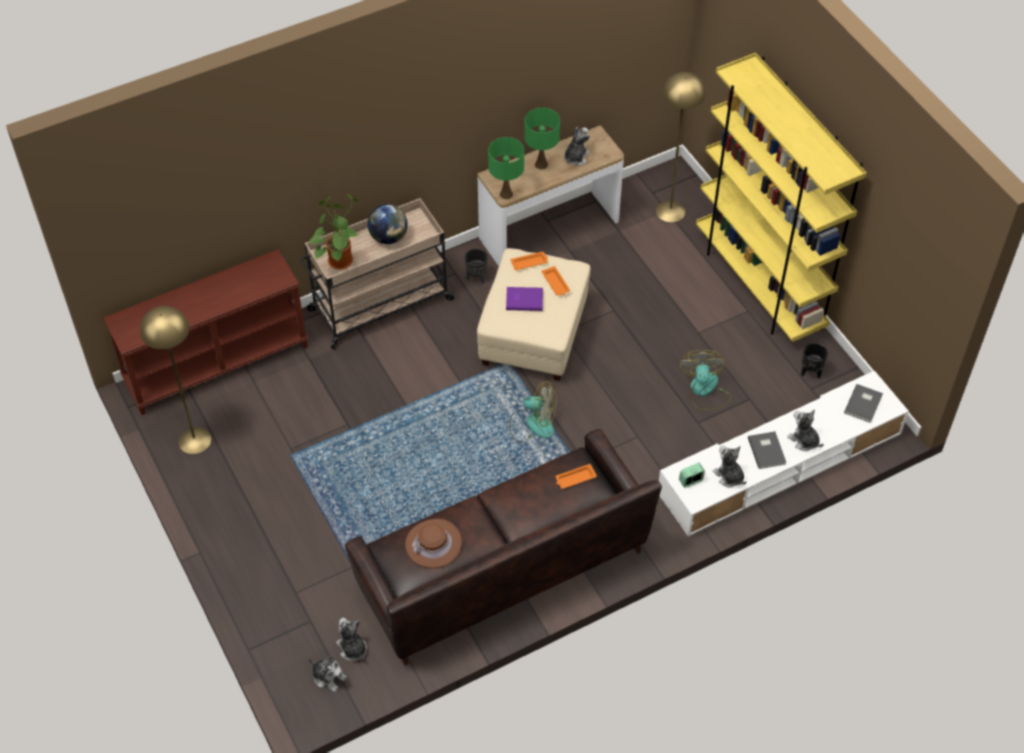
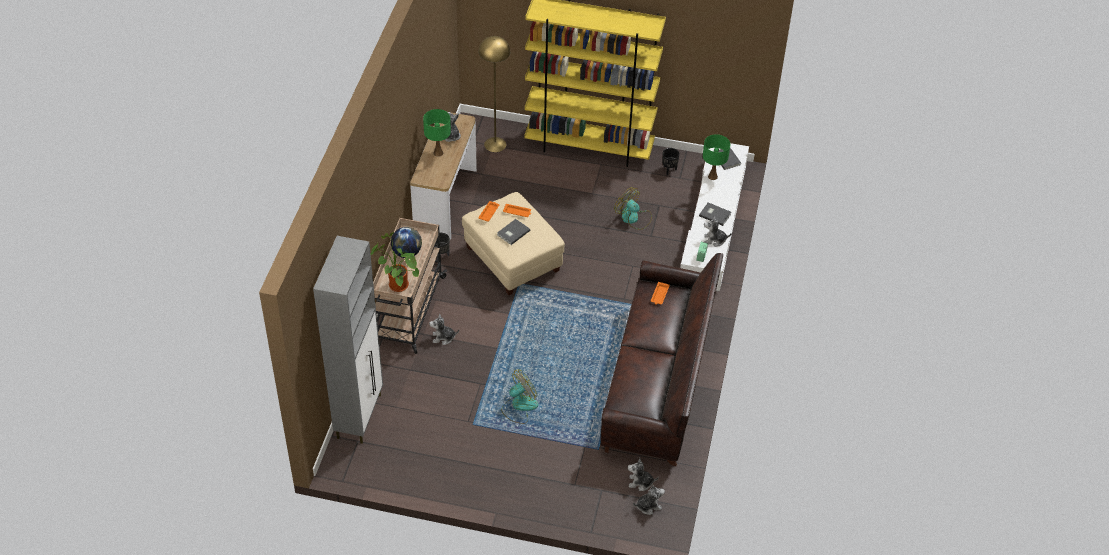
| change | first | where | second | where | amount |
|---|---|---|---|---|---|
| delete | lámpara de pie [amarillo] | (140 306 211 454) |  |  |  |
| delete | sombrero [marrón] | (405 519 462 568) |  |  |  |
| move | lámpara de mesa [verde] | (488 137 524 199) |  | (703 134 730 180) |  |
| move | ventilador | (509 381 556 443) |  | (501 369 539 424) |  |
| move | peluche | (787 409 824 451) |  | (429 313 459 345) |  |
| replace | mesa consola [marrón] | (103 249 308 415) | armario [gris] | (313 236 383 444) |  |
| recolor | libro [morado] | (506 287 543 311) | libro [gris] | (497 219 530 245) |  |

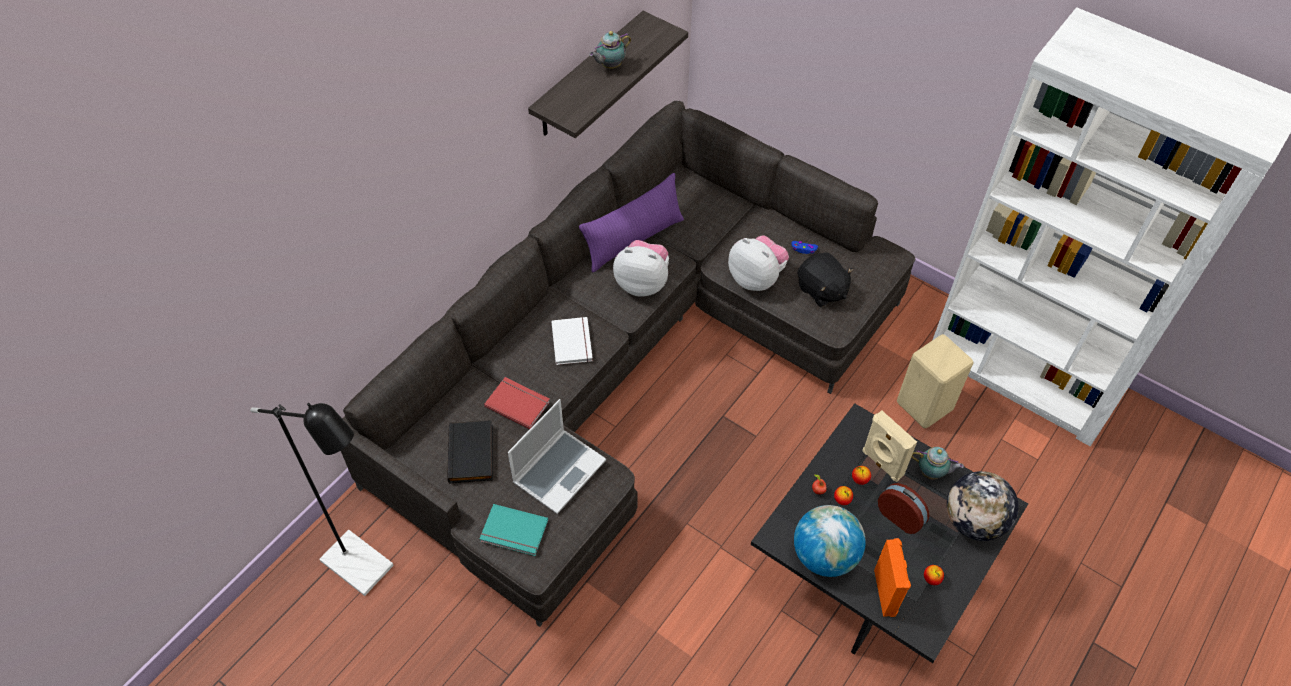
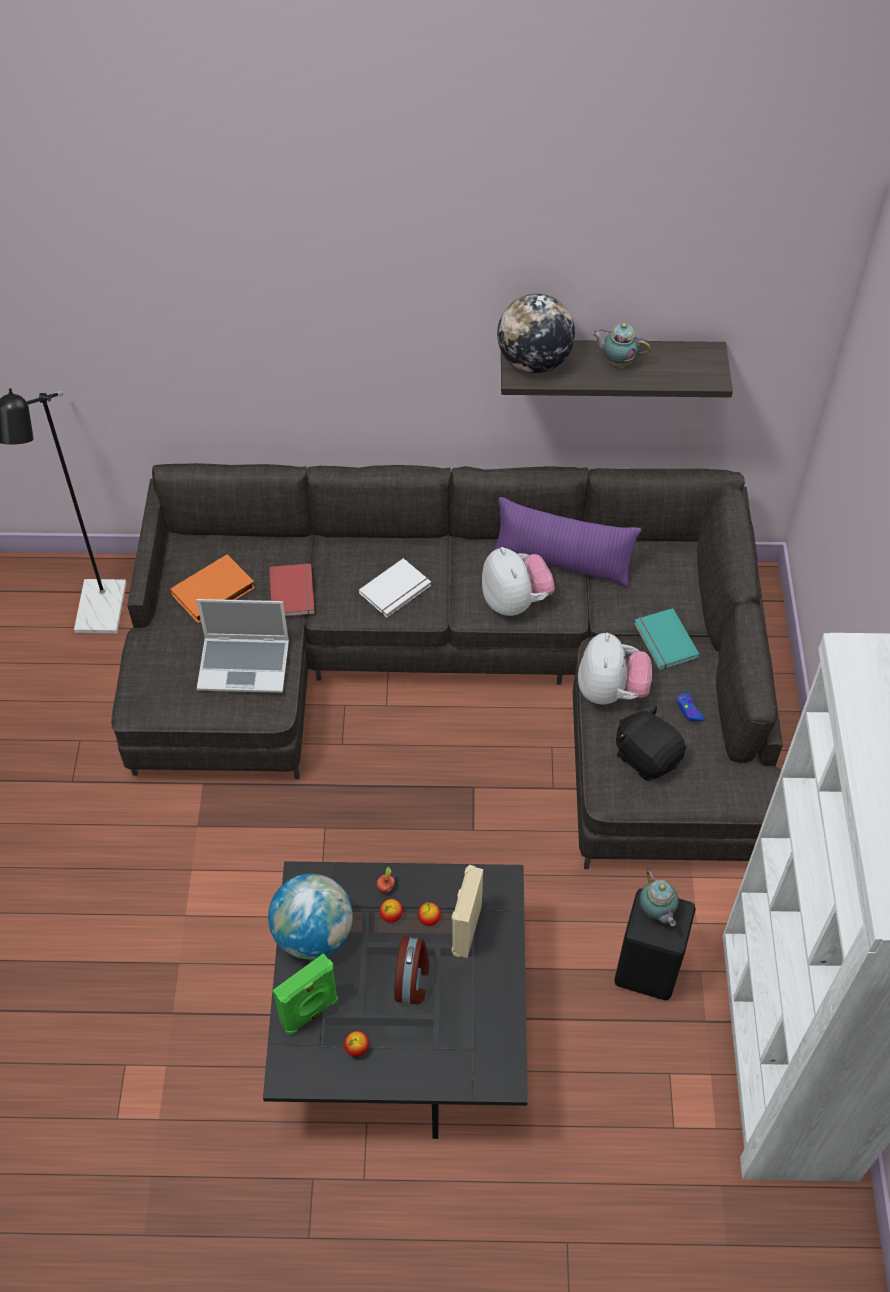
| change | first | where | second | where | amount |
|---|---|---|---|---|---|
| move | libro [turquesa] | (480 504 548 556) |  | (634 608 700 670) |  |
| move | tetera | (911 447 964 480) |  | (639 870 679 926) |  |
| move | globo terráqueo | (947 471 1019 541) |  | (497 294 575 373) |  |
| recolor | libro [negro] | (447 420 493 483) | libro [naranja] | (170 554 255 623) |  |
| recolor | altavoz [naranja] | (874 538 911 617) | altavoz [verde] | (273 953 338 1035) |  |
| recolor | taburete [beis] | (897 334 973 428) | taburete [negro] | (614 888 696 1000) |  |
| rotate | peluche [negro] | (798 252 853 307) |  | (616 706 686 781) | 120 degrees clockwise |

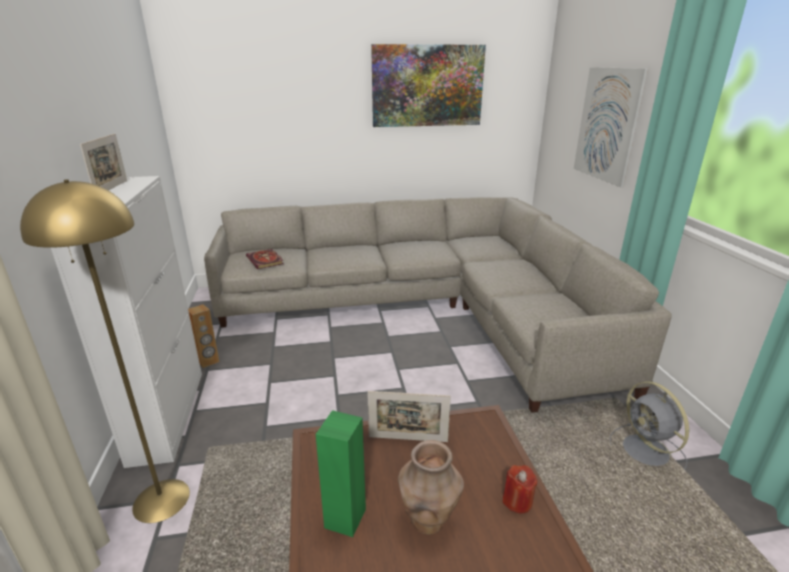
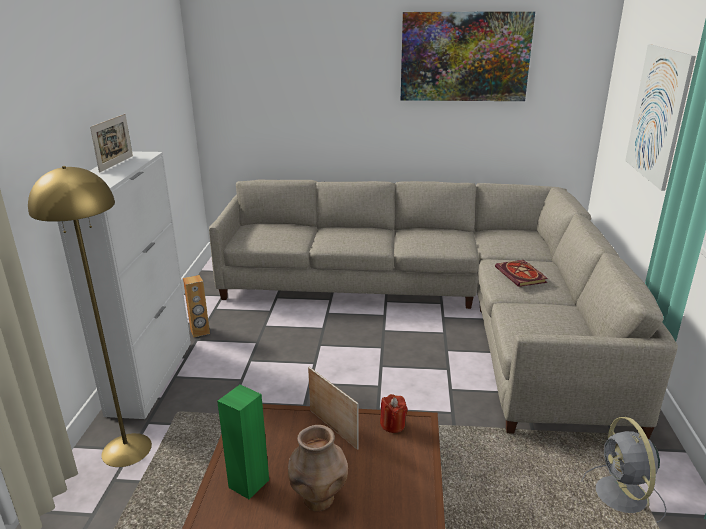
| change | first | where | second | where | amount |
|---|---|---|---|---|---|
| move | libro | (246 249 284 269) |  | (495 260 548 287) |  |
| move | vela [rojo] | (502 465 537 513) |  | (380 394 408 433) |  |
| rotate | portarretratos | (367 391 451 442) |  | (308 367 359 450) | 150 degrees counterclockwise |

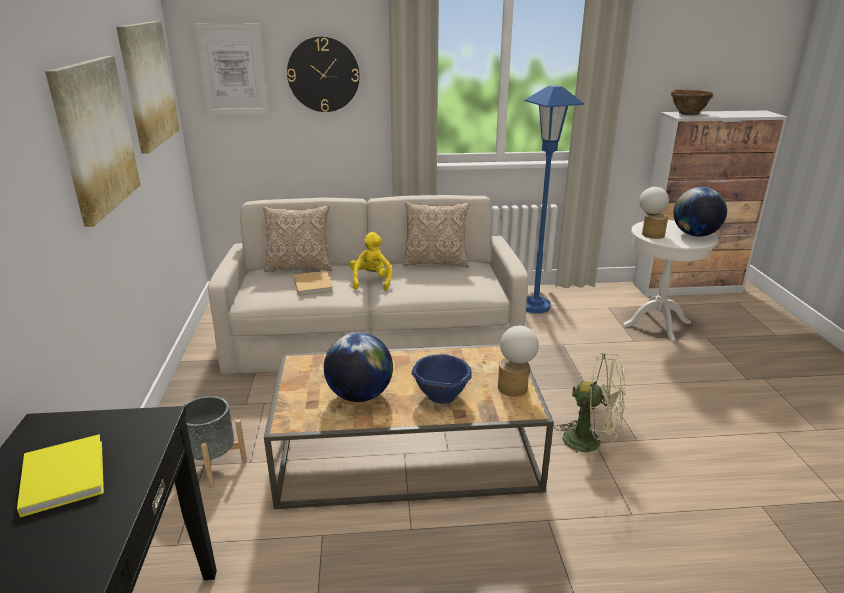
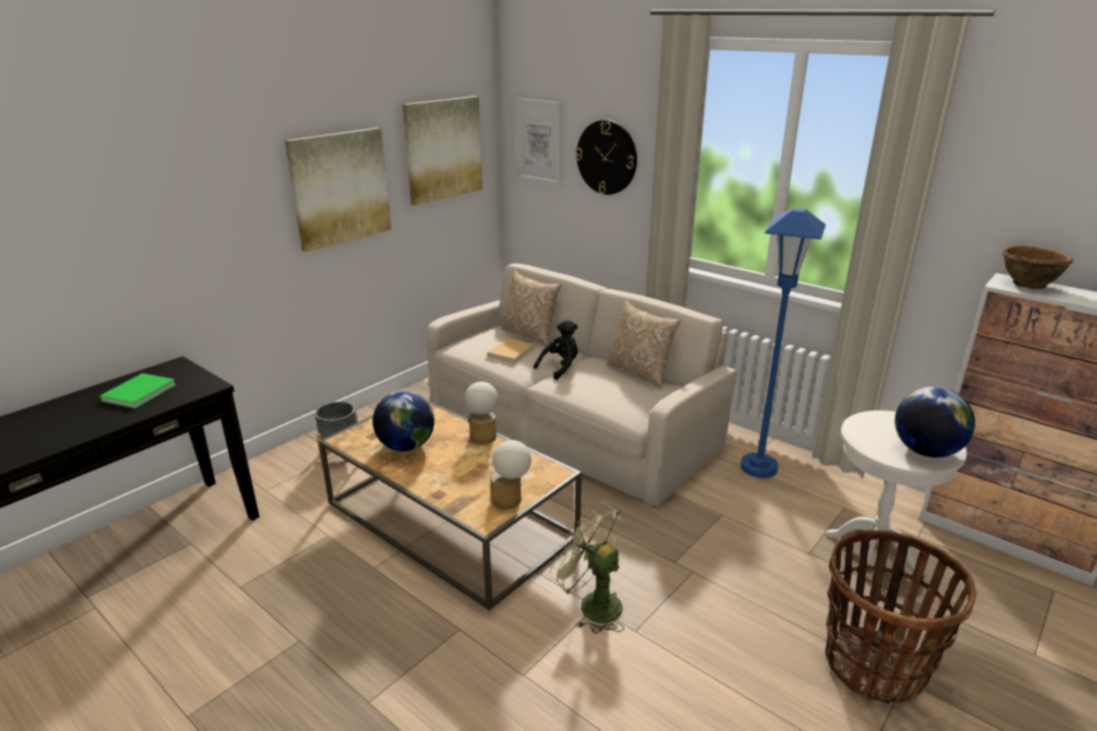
| change | first | where | second | where | amount |
|---|---|---|---|---|---|
| delete | cuenco [azul] | (411 354 472 404) |  |  |  |
| insert |  |  | cesta | (825 530 977 705) |  |
| move | lámpara de mesa | (639 187 669 239) |  | (464 382 498 445) |  |
| recolor | libro [amarillo] | (17 434 104 517) | libro [verde] | (99 373 177 409) |  |
| recolor | peluche [amarillo] | (350 232 392 291) | peluche [negro] | (534 320 578 380) |  |
| rotate | ventilador [verde] | (554 353 625 464) |  | (549 502 624 634) | 150 degrees clockwise |

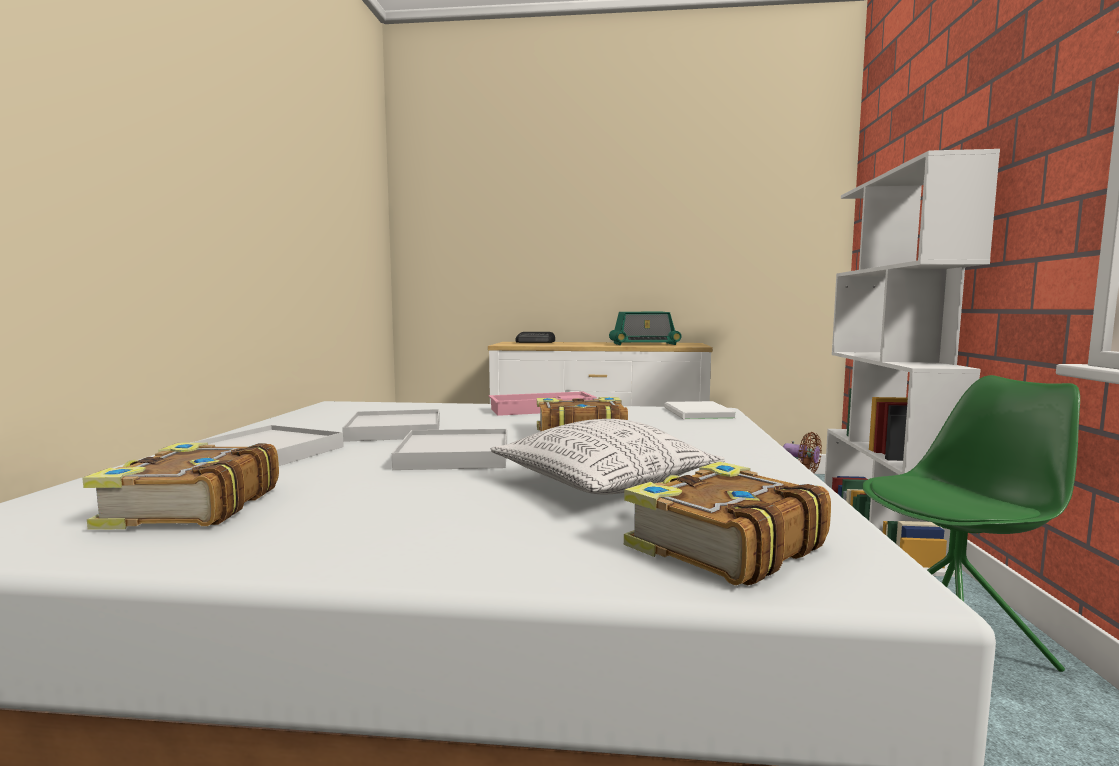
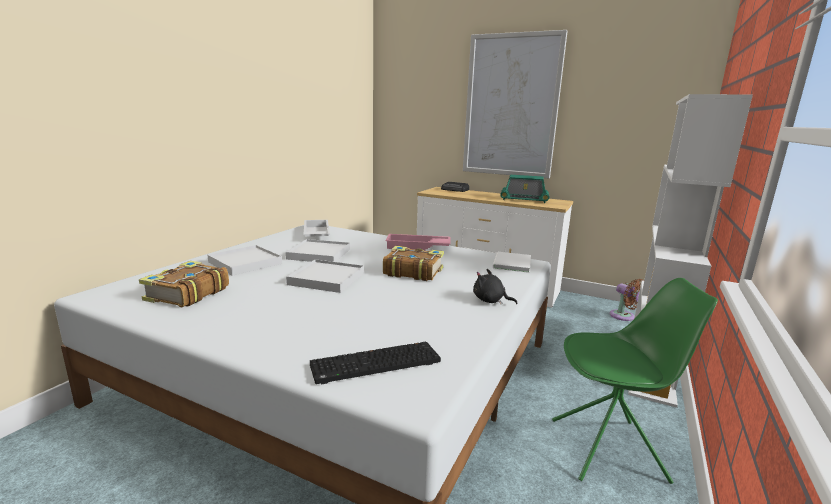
| change | first | where | second | where | amount |
|---|---|---|---|---|---|
| delete | cojín | (490 419 725 494) |  |  |  |
| insert |  |  | bandeja [blanco] | (303 220 330 237) |  |
| insert |  |  | cuadro | (463 30 568 178) |  |
| insert |  |  | peluche [negro] | (473 269 517 304) |  |
| replace | libro | (624 461 831 586) | teclado | (310 342 441 384) |  |

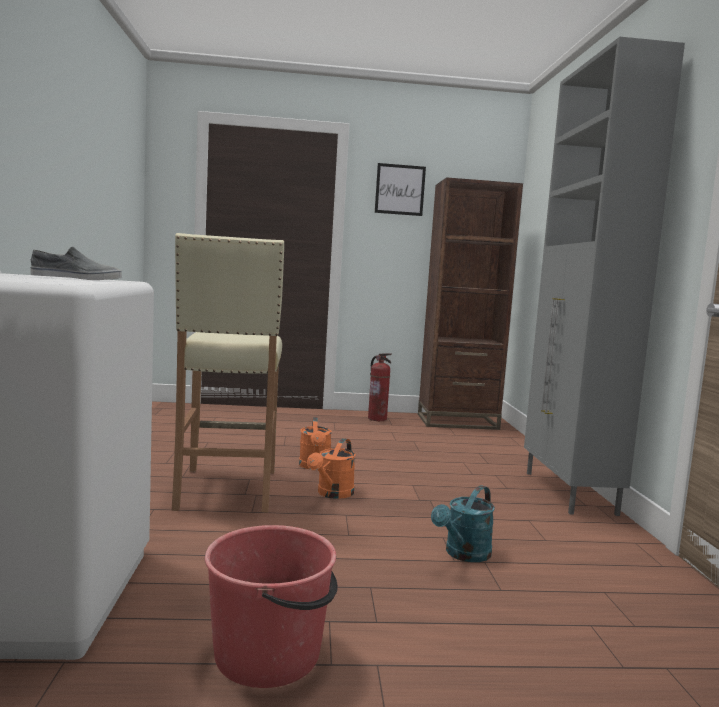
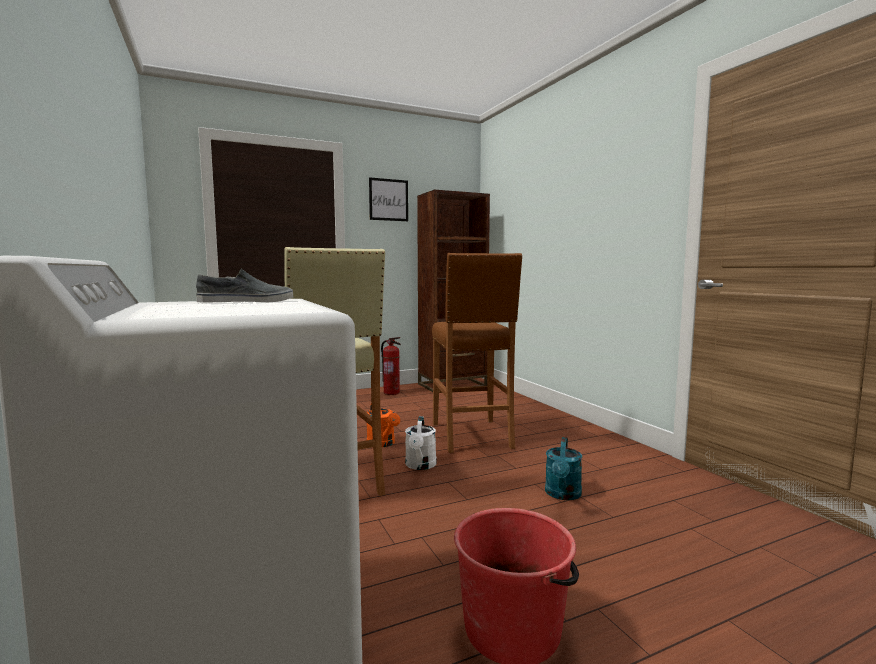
| change | first | where | second | where | amount |
|---|---|---|---|---|---|
| delete | armario [gris] | (524 37 685 516) |  |  |  |
| insert |  |  | taburete [marrón] | (432 253 522 453) |  |
| recolor | regadera [naranja] | (307 438 356 499) | regadera [blanco] | (405 416 437 470) |  |

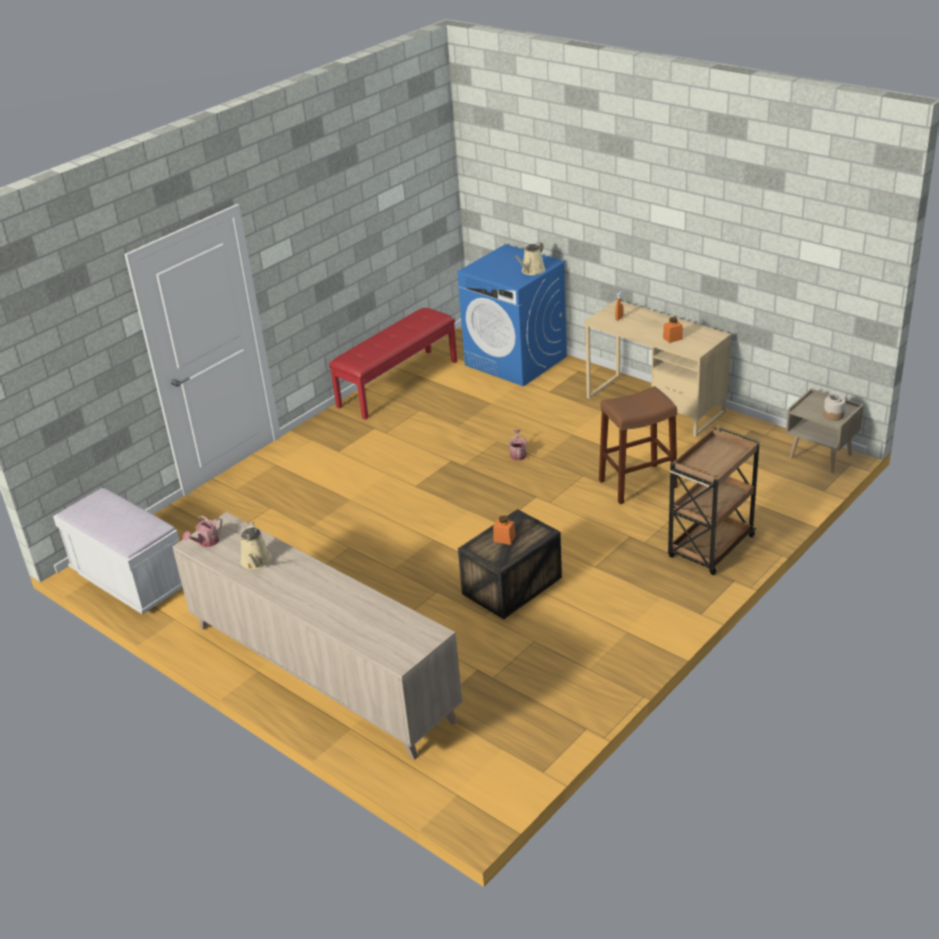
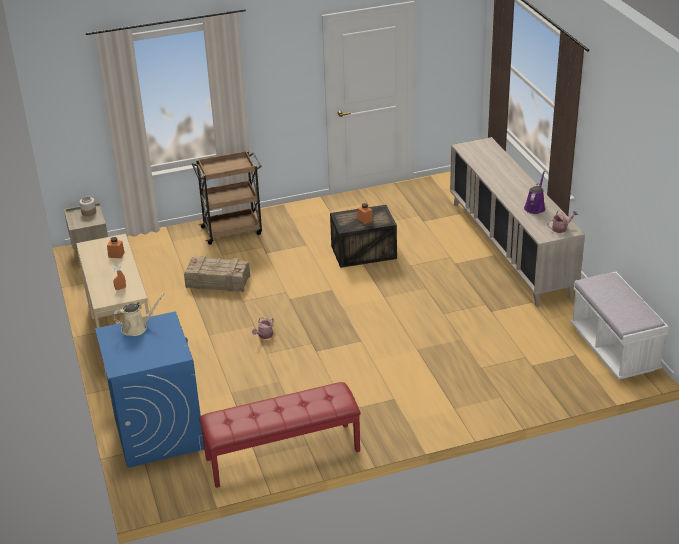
| change | first | where | second | where | amount |
|---|---|---|---|---|---|
| replace | taburete [marrón] | (599 386 678 504) | caja de embalaje | (184 256 250 292) |  |
| recolor | regadera [beis] | (240 522 272 570) | regadera [morado] | (524 171 545 214) |  |

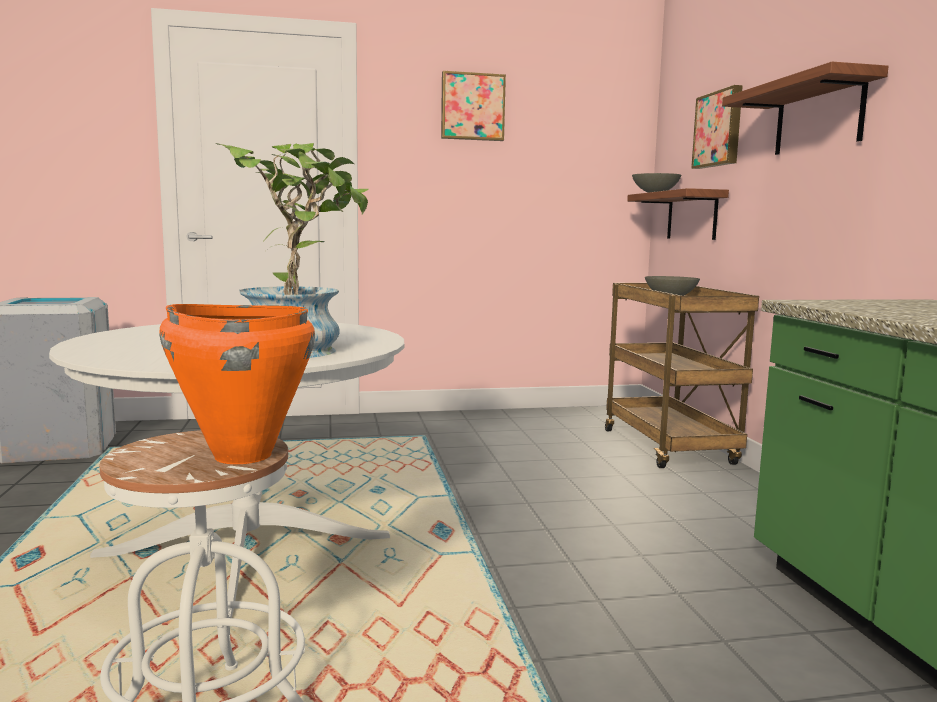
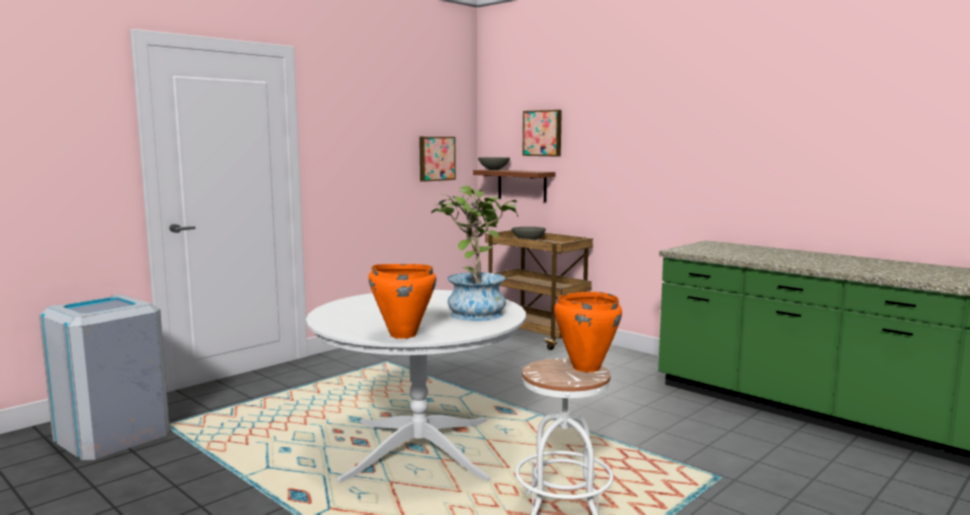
| change | first | where | second | where | amount |
|---|---|---|---|---|---|
| delete | estante | (722 62 889 155) |  |  |  |
| insert |  |  | olla [naranja] | (368 264 436 339) |  |
| move | cuadro | (441 71 506 141) |  | (419 137 456 182) |  |

